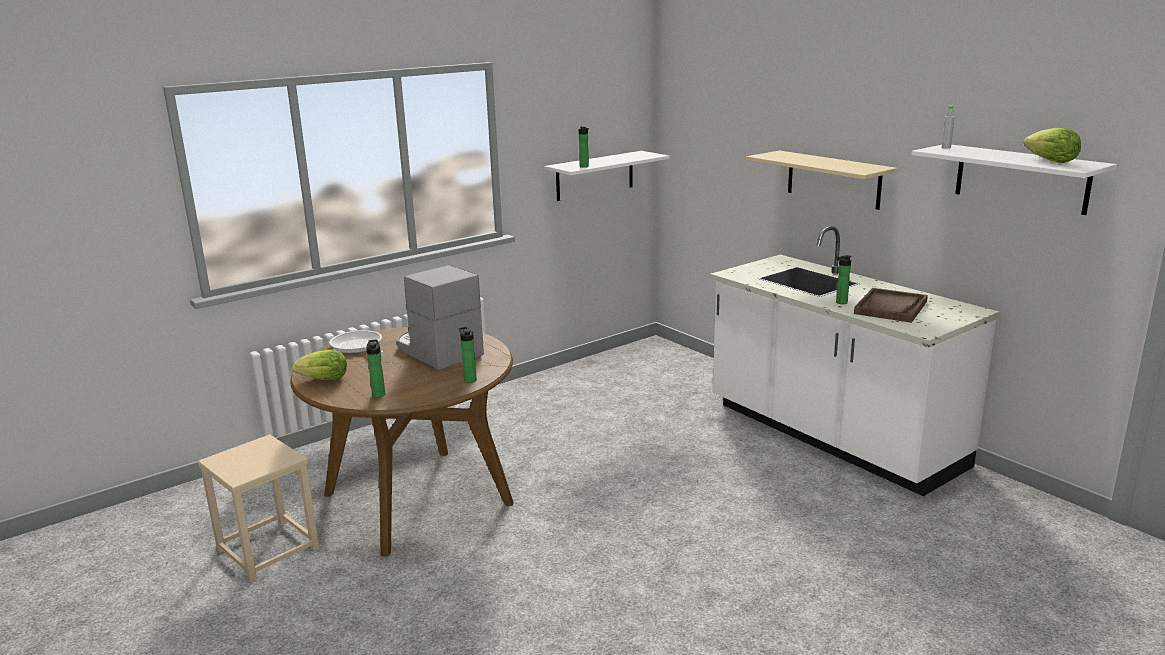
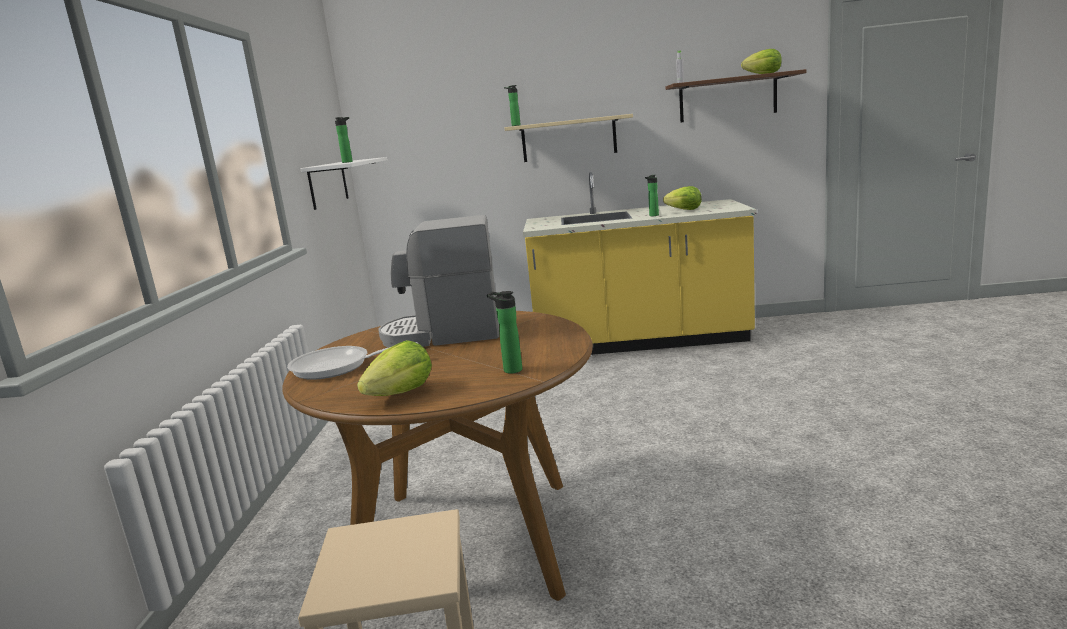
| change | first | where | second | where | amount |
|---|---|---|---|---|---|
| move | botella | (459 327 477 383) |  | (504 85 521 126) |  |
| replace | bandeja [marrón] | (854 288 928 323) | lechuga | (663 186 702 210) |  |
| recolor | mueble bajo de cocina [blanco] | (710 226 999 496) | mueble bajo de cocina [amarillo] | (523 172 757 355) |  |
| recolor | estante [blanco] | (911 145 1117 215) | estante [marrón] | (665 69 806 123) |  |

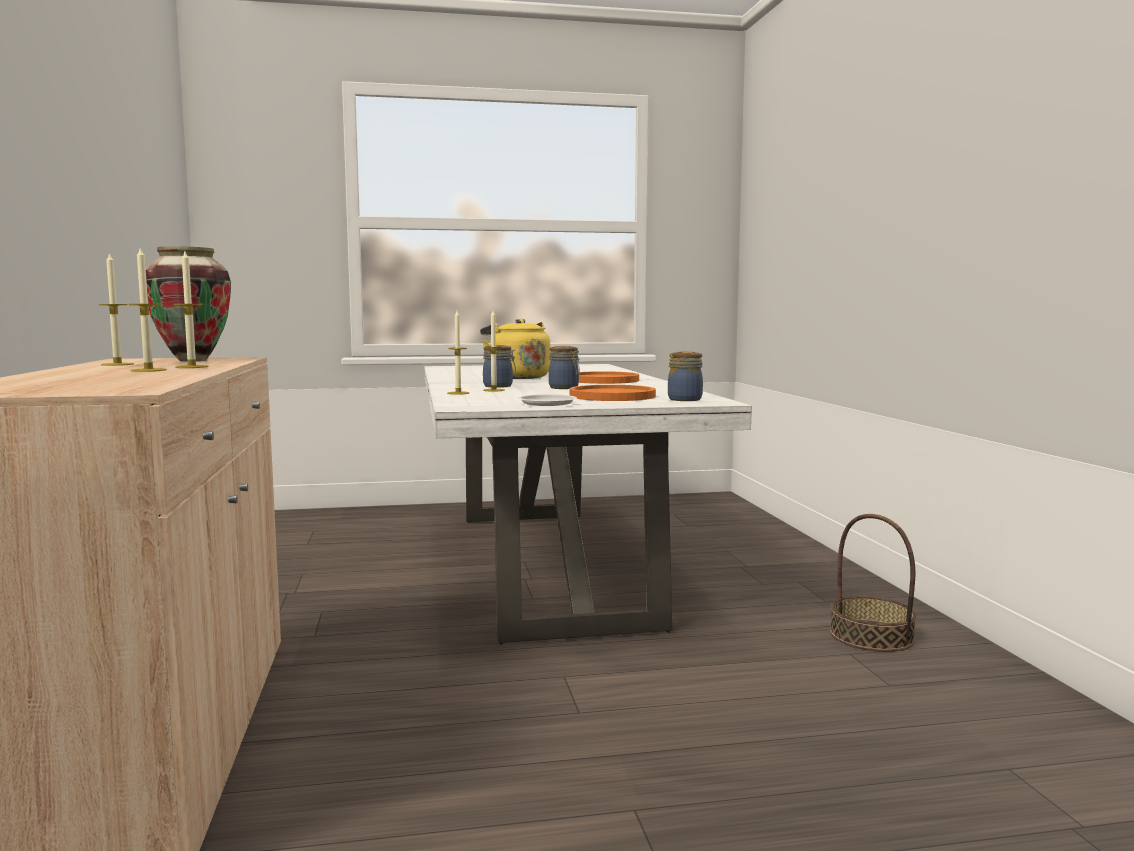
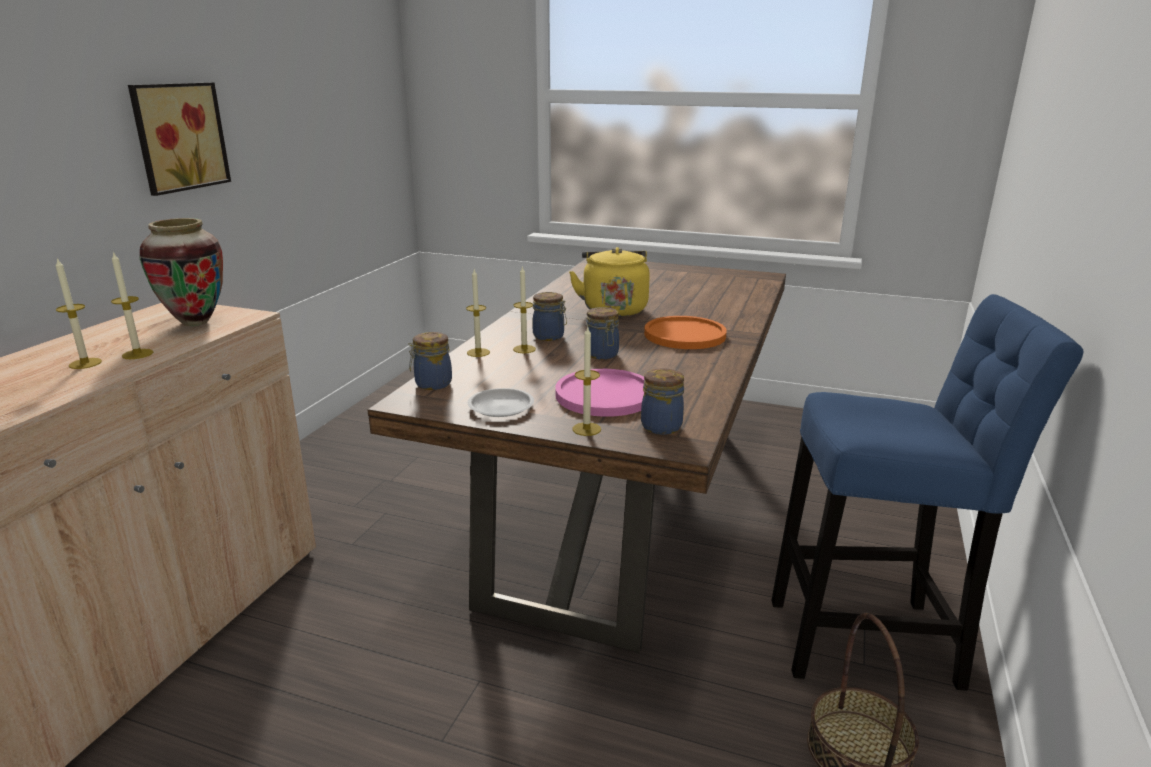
| change | first | where | second | where | amount |
|---|---|---|---|---|---|
| insert |  |  | cuadro | (128 82 231 196) |  |
| insert |  |  | tarro | (408 332 452 390) |  |
| insert |  |  | taburete [azul] | (771 294 1083 691) |  |
| move | vela | (99 252 134 366) |  | (572 327 601 436) |  |
| recolor | mesa de comedor [blanco] | (424 364 752 645) | mesa de comedor [marrón] | (367 258 786 653) |  |
| recolor | plato [naranja] | (570 385 656 401) | plato [rosa] | (555 369 645 417) |  |

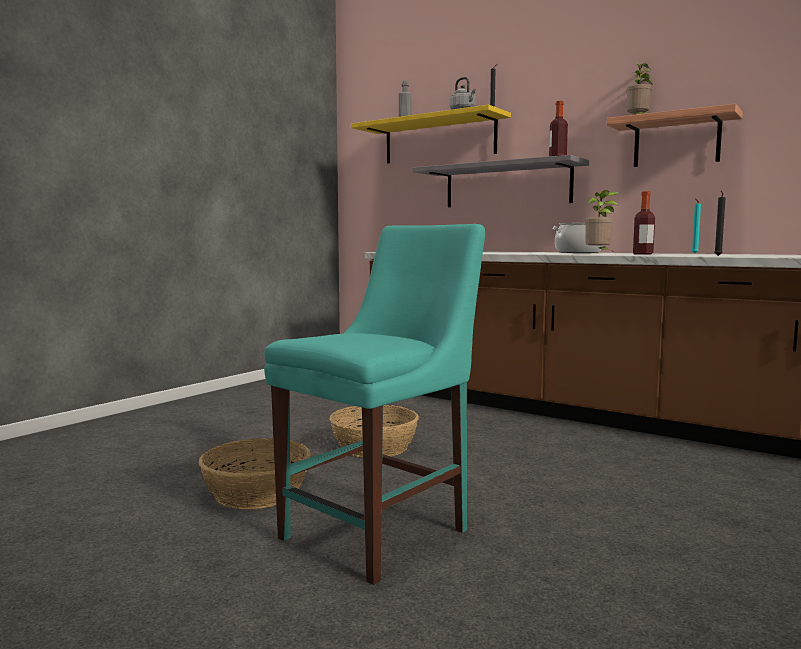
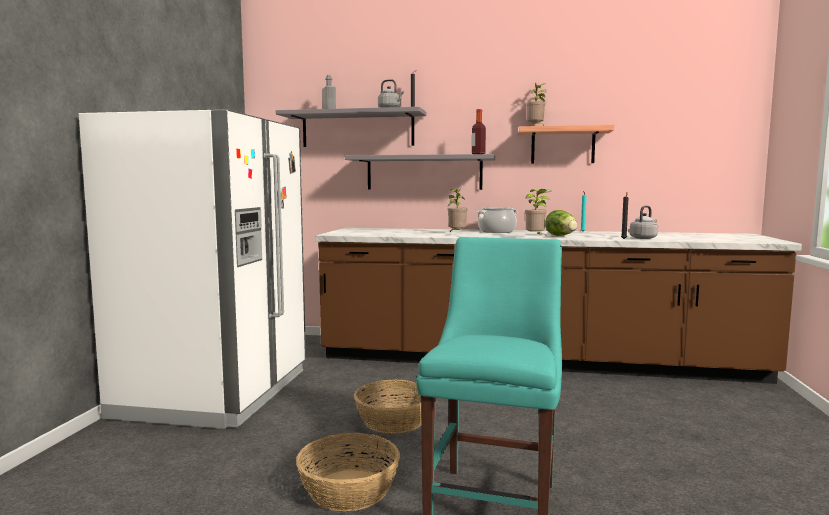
| change | first | where | second | where | amount |
|---|---|---|---|---|---|
| insert |  |  | nevera [blanco] | (79 110 306 429) |  |
| insert |  |  | planta en maceta | (447 188 467 233) |  |
| insert |  |  | hervidor [gris] | (630 206 658 239) |  |
| replace | botella | (633 191 655 255) | lechuga | (545 210 578 236) |  |
| recolor | estante [amarillo] | (351 105 511 163) | estante [gris] | (276 107 426 147) |  |

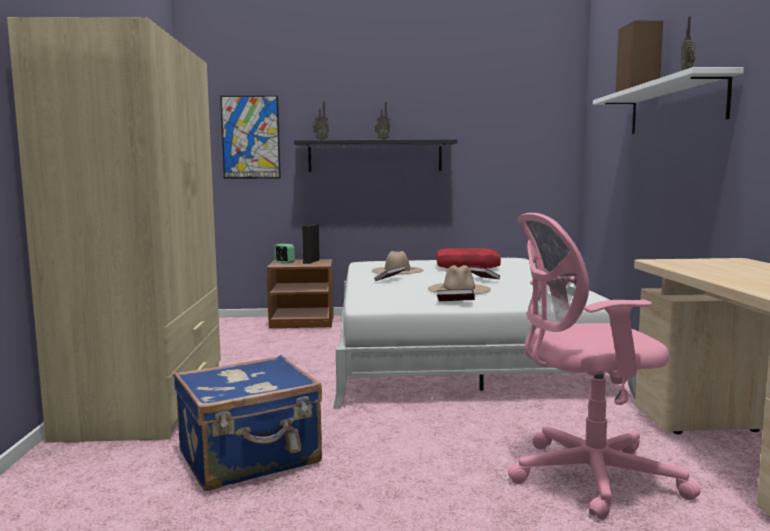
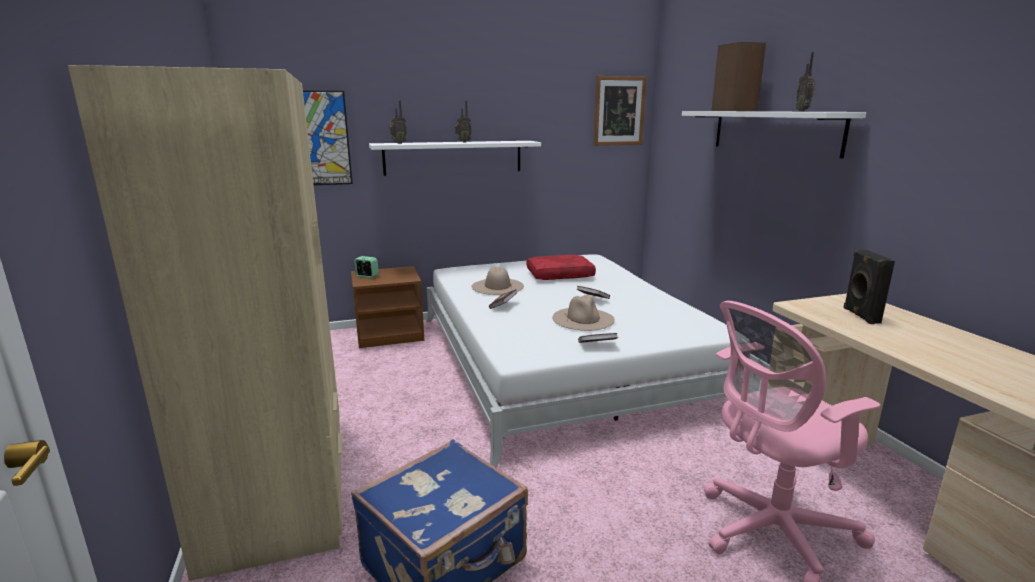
| change | first | where | second | where | amount |
|---|---|---|---|---|---|
| insert |  |  | cuadro | (594 76 647 146) |  |
| move | altavoz [negro] | (302 224 320 264) |  | (844 249 895 324) |  |
| recolor | estante [negro] | (294 139 457 172) | estante [blanco] | (369 141 541 176) |  |

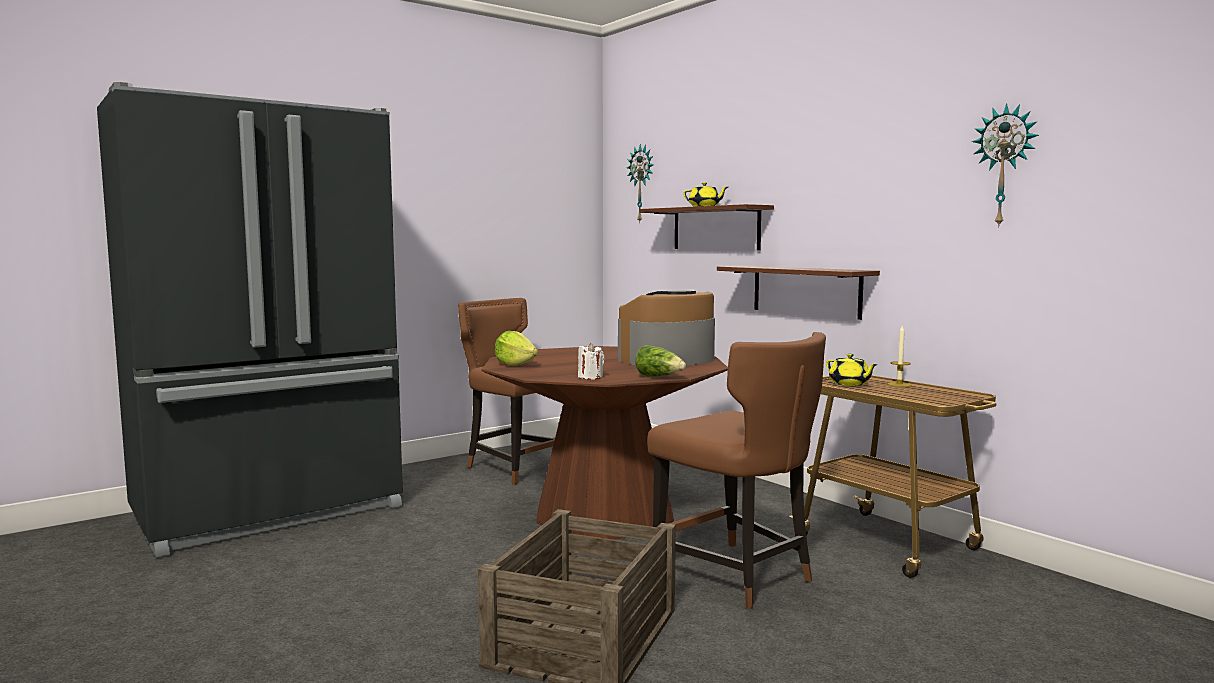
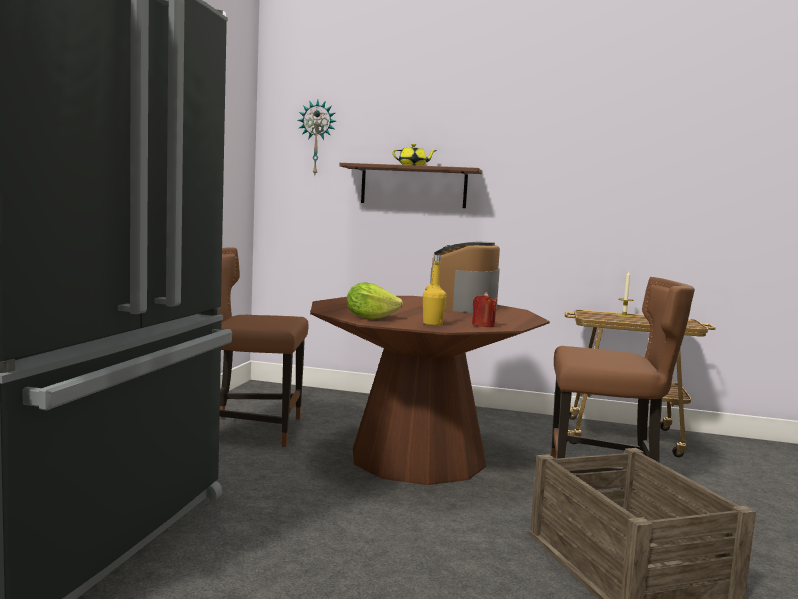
| change | first | where | second | where | amount |
|---|---|---|---|---|---|
| delete | lechuga | (635 345 686 377) |  |  |  |
| delete | estante [marrón] | (717 266 880 320) |  |  |  |
| delete | tetera [amarillo] | (826 353 878 386) |  |  |  |
| delete | reloj de pared | (972 103 1039 228) |  |  |  |
| insert |  |  | botella [amarillo] | (423 255 447 326) |  |
| recolor | vela [blanco] | (578 343 605 380) | vela [rojo] | (472 292 497 327) |  |

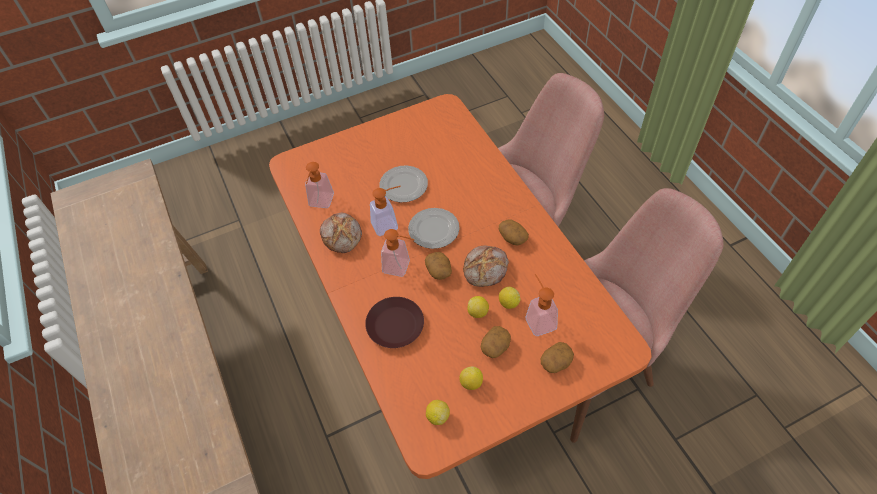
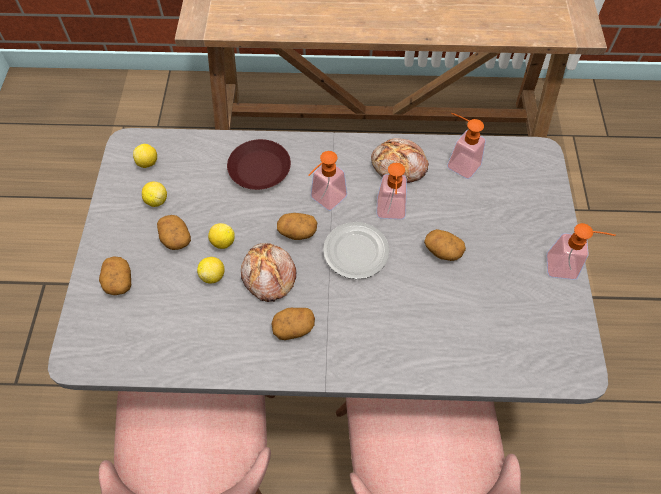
| change | first | where | second | where | amount |
|---|---|---|---|---|---|
| move | dispensador de jabón | (526 274 558 336) |  | (547 223 616 280) |  |
| replace | plato | (379 166 428 202) | patata | (424 229 466 261) |  |
| recolor | mesa de comedor [naranja] | (269 94 652 479) | mesa de comedor [gris] | (48 128 608 404) |  |

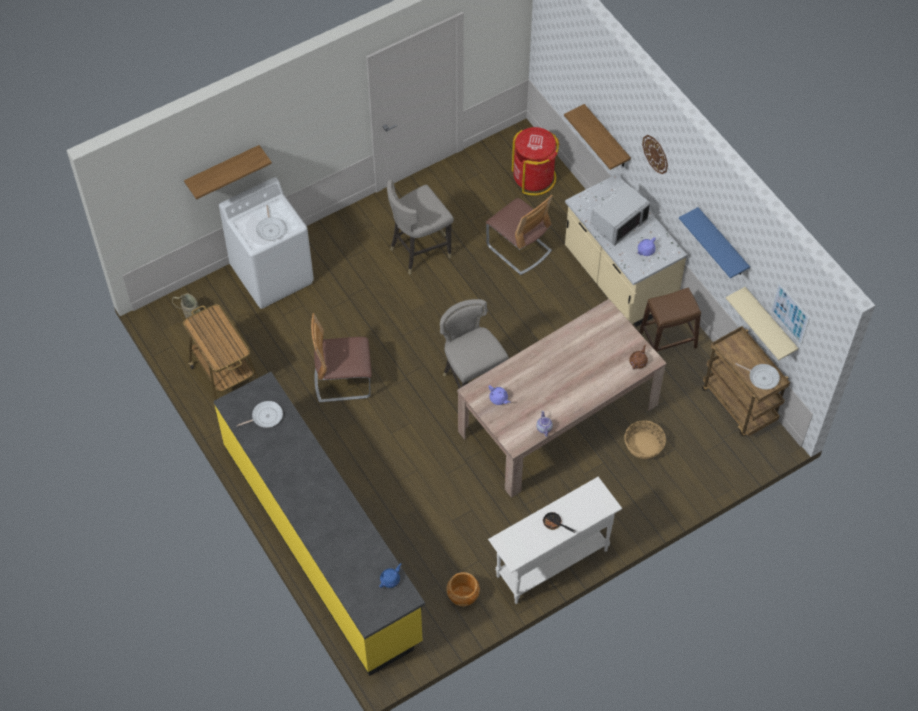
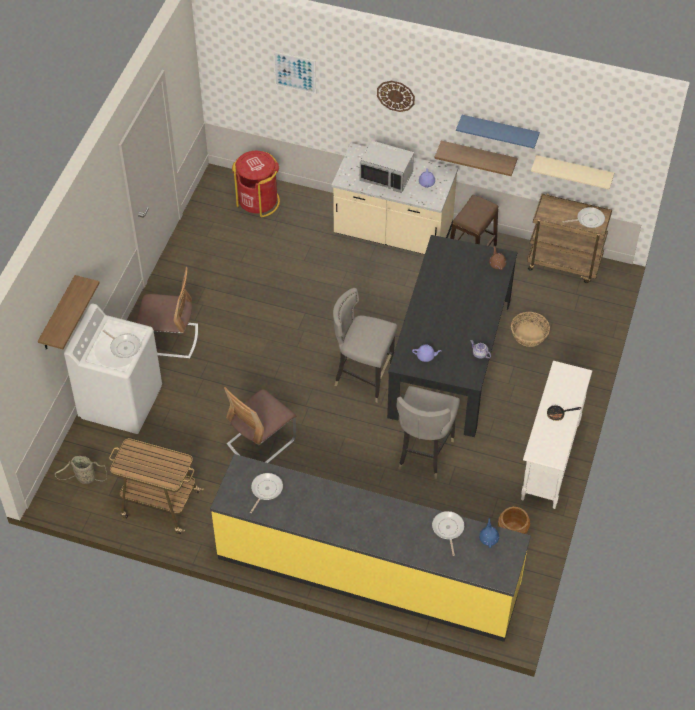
| change | first | where | second | where | amount |
|---|---|---|---|---|---|
| insert |  |  | sartén | (432 511 464 556) |  |
| move | taburete [gris] | (387 179 454 275) |  | (396 386 460 479) |  |
| move | silla | (486 195 553 275) |  | (136 267 198 359) |  |
| move | estante | (564 104 631 170) |  | (434 141 518 176) |  |
| move | cuadro | (771 282 810 345) |  | (273 51 316 94) |  |
| recolor | mesa de comedor [beis] | (457 299 667 498) | mesa de comedor [negro] | (387 235 517 437) |  |
| rotate | microondas [gris] | (590 183 650 246) |  | (360 140 414 193) | 105 degrees clockwise |

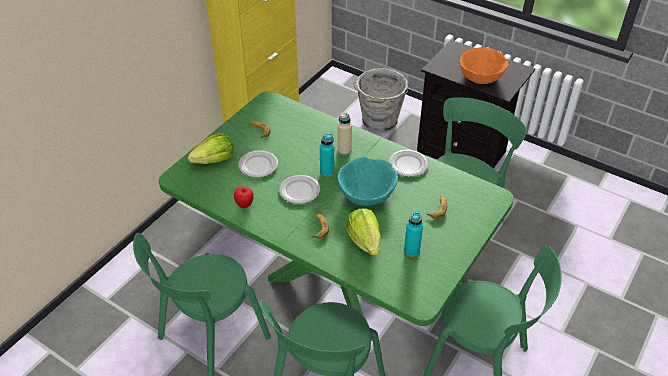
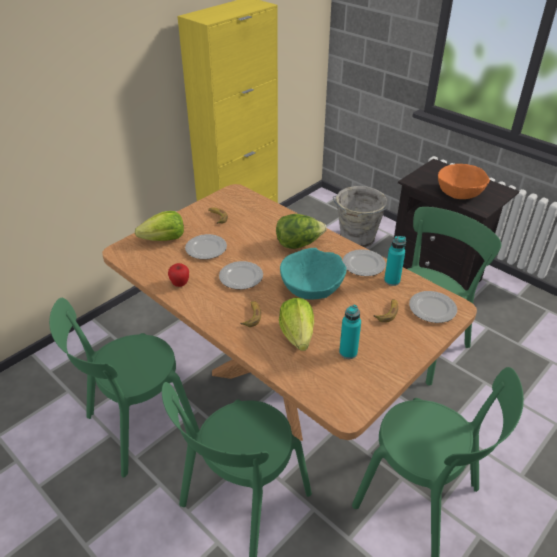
| change | first | where | second | where | amount |
|---|---|---|---|---|---|
| insert |  |  | plato | (409 291 457 323) |  |
| move | botella [turquesa] | (320 134 334 177) |  | (384 236 406 286) |  |
| replace | botella [beis] | (338 113 352 155) | lechuga | (276 214 327 249) |  |
| recolor | mesa de comedor [verde] | (159 91 514 326) | mesa de comedor [marrón] | (102 184 477 441) |  |

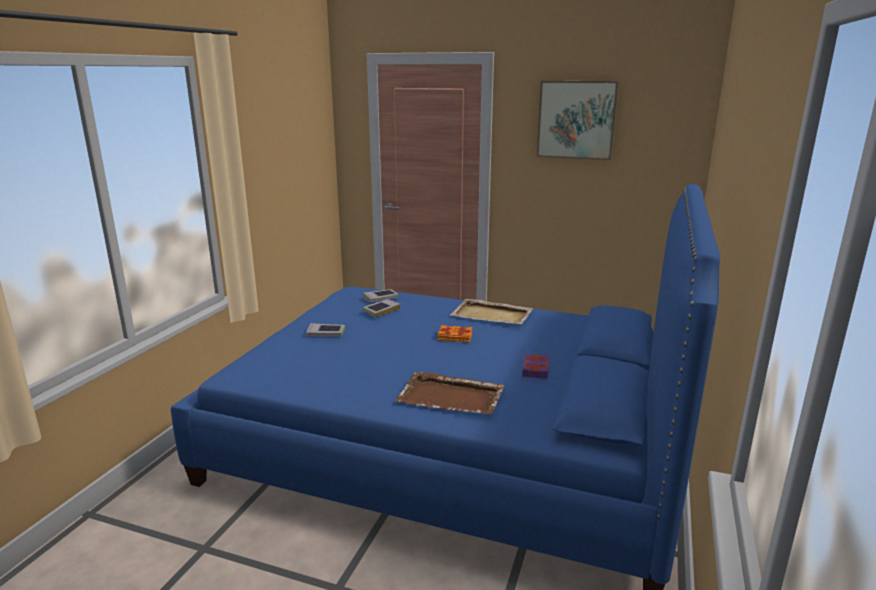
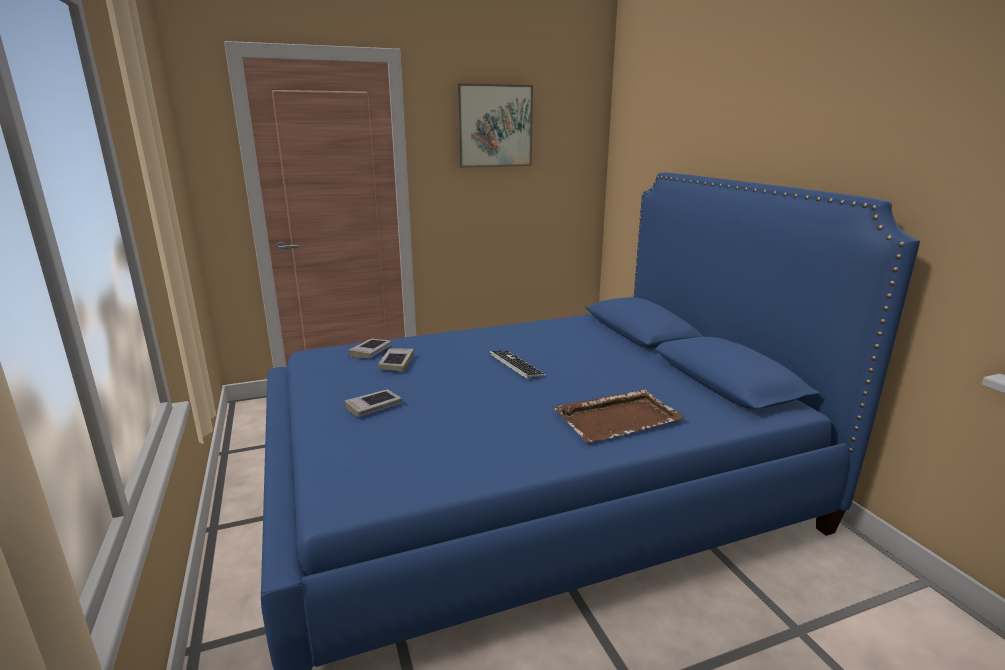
| change | first | where | second | where | amount |
|---|---|---|---|---|---|
| delete | bandeja [beis] | (450 299 533 324) |  |  |  |
| delete | libro [morado] | (522 353 550 379) |  |  |  |
| replace | libro [naranja] | (438 325 472 342) | teclado | (490 351 545 379) |  |

